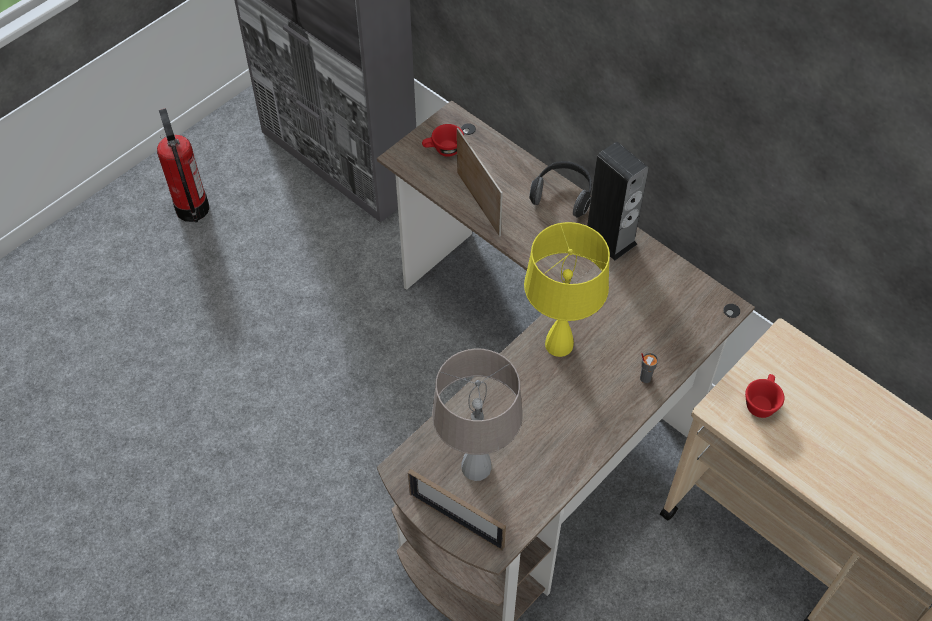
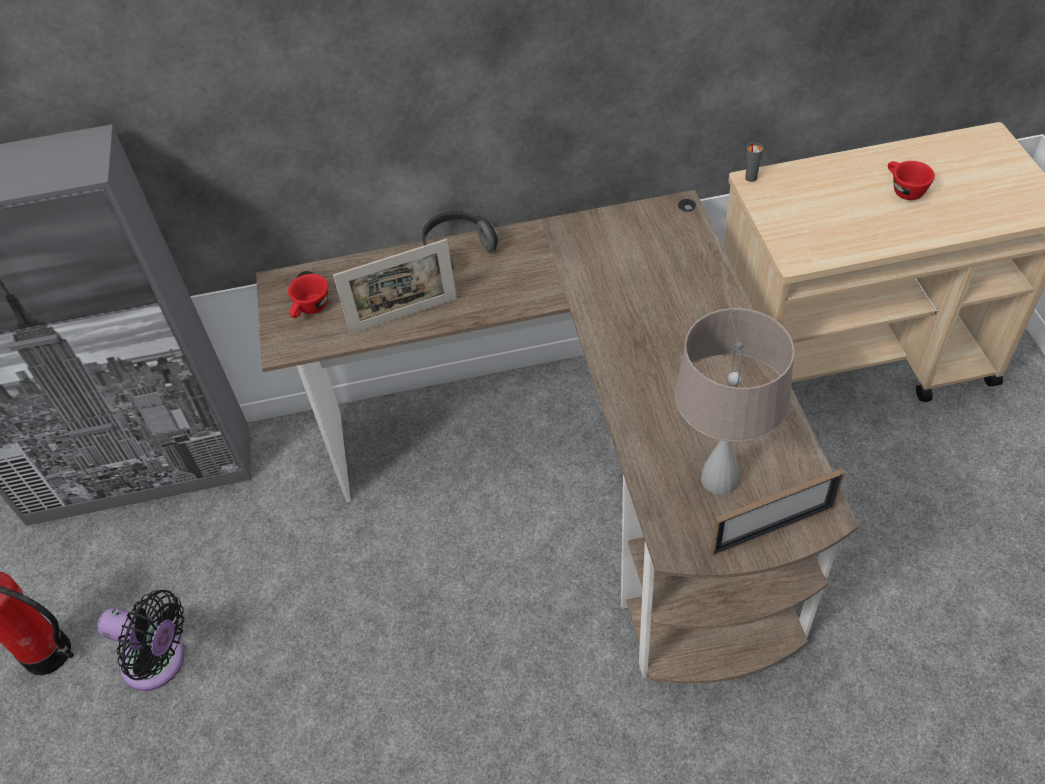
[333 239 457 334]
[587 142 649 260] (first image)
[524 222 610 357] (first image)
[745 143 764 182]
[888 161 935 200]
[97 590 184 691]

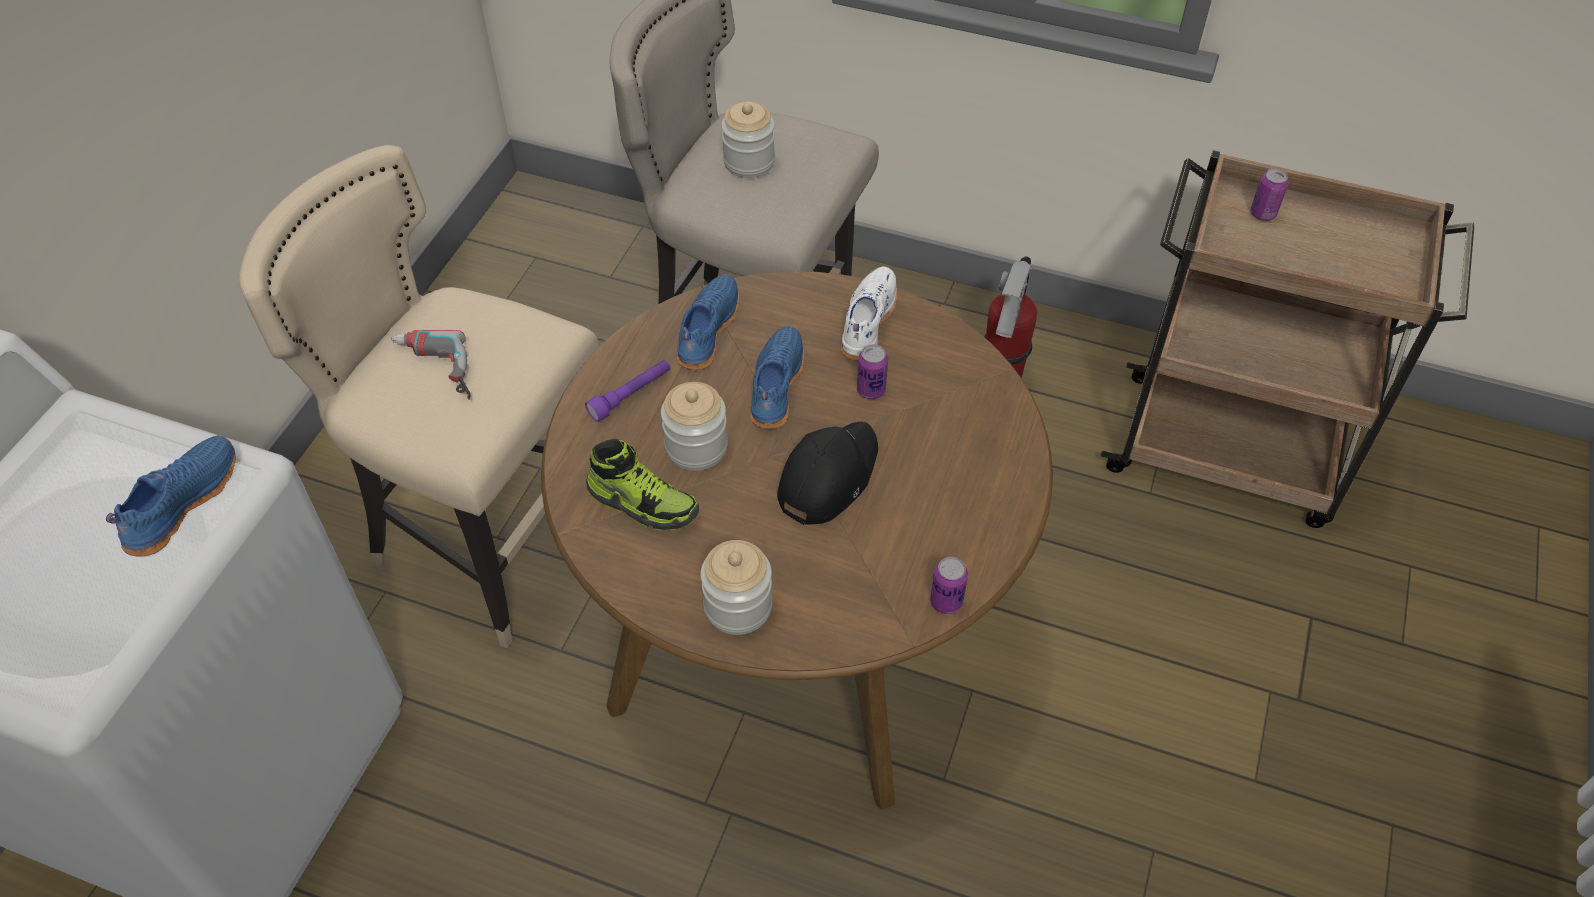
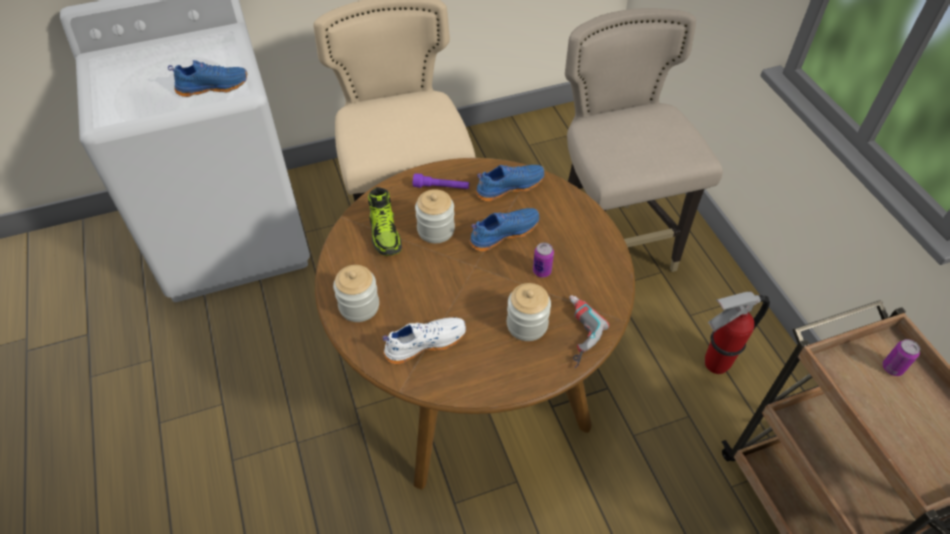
[507 283 551 341]
[382 317 466 364]
[569 295 609 368]
[777 421 878 525] (first image)
[930 557 968 614] (first image)

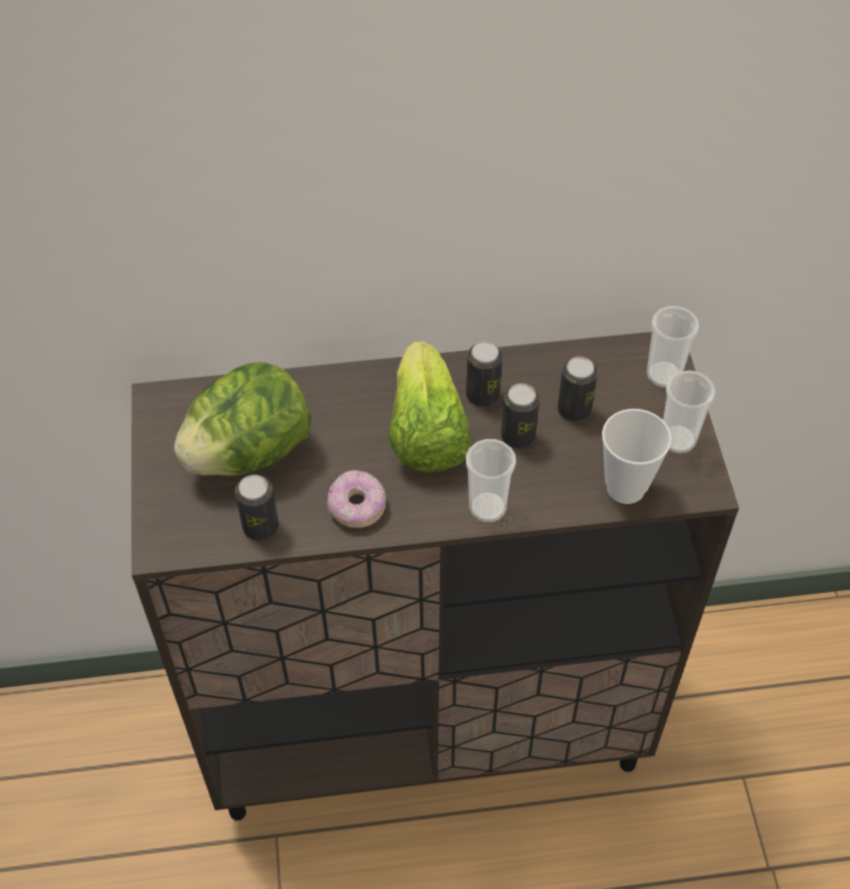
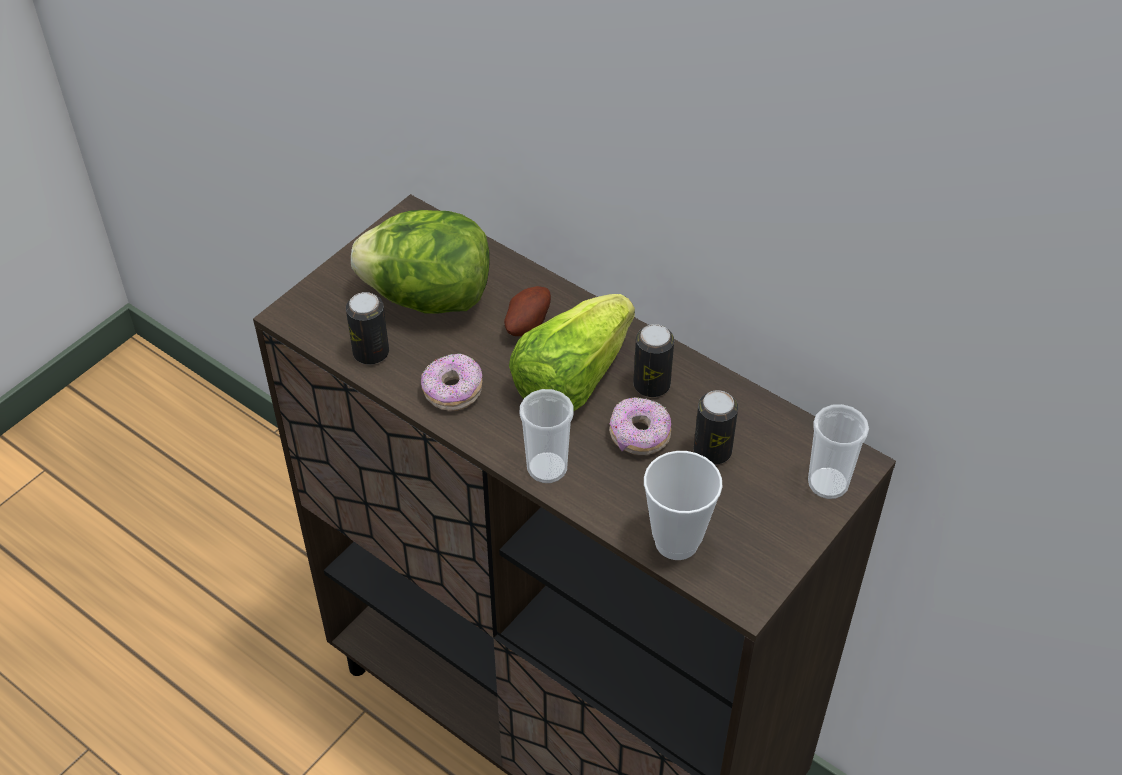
[663 370 715 453] (first image)
[609 397 671 455]
[504 286 551 336]

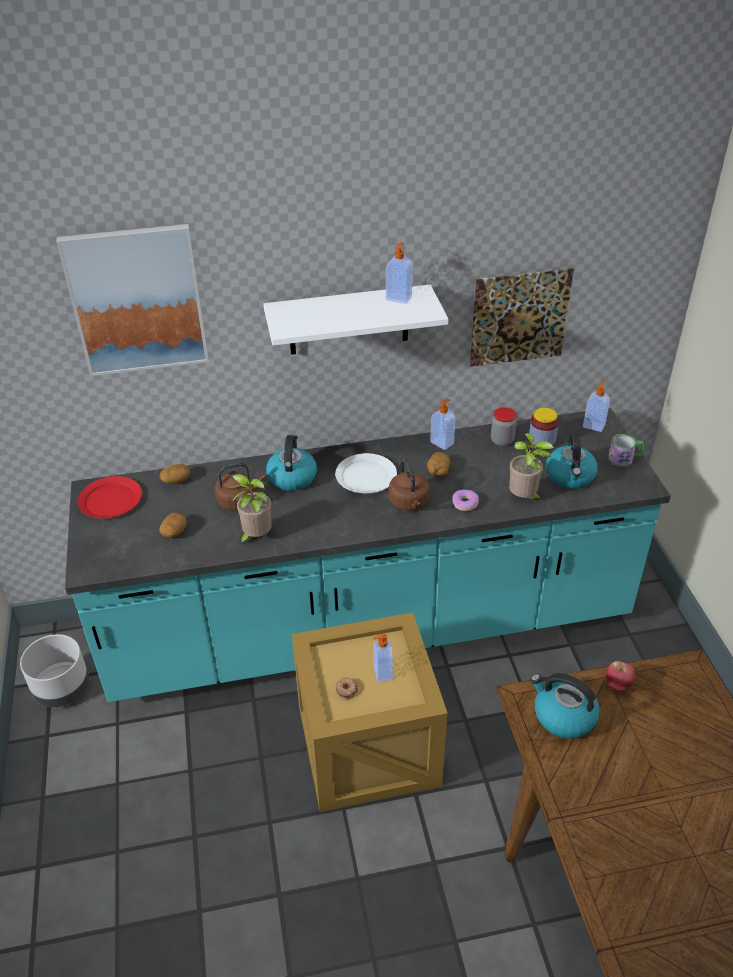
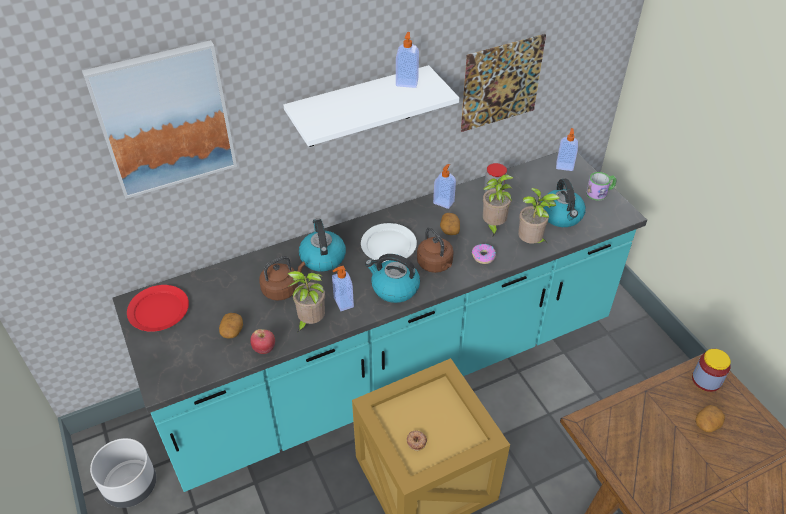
[692 349 731 392]
[695 405 725 433]
[332 266 354 311]
[250 329 275 354]
[365 254 420 303]
[483 174 513 238]

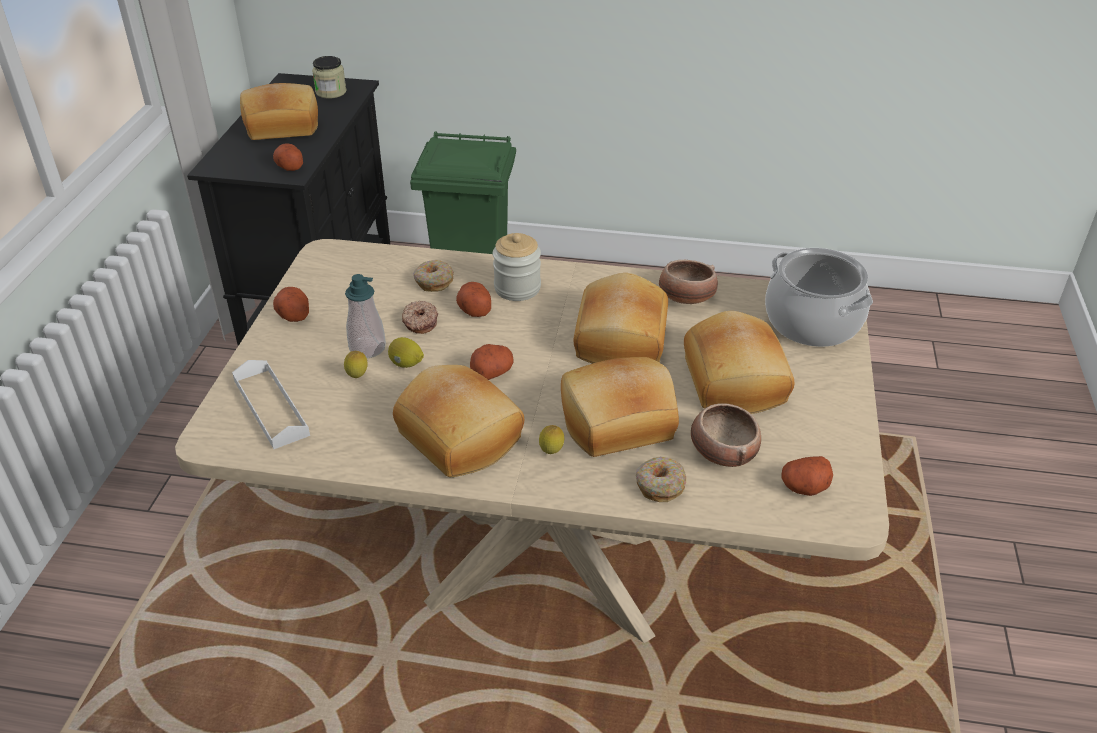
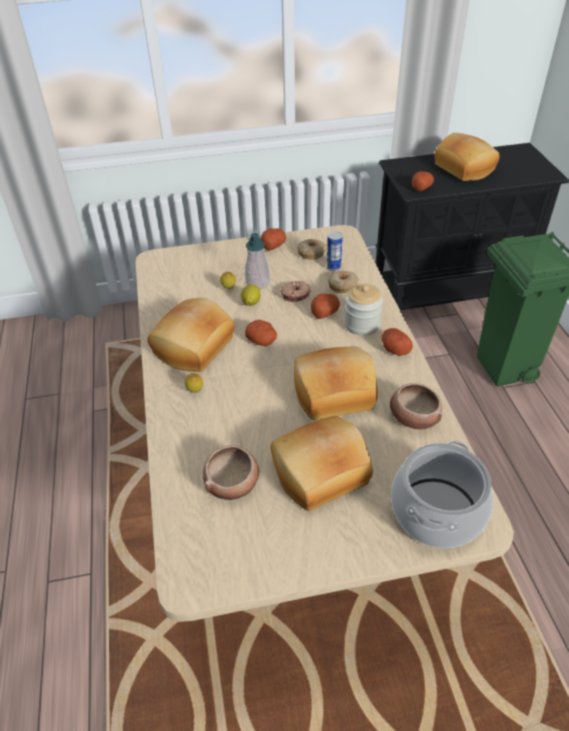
[312 56 346 99] (first image)
[561 357 679 457] (first image)
[232 360 310 449] (first image)
[382 328 413 356]
[297 239 326 260]
[327 231 343 271]

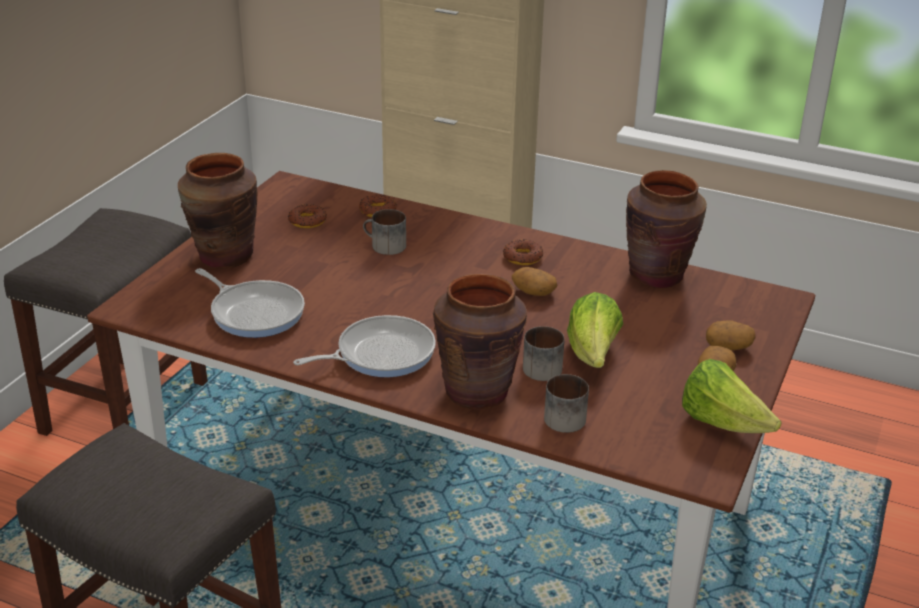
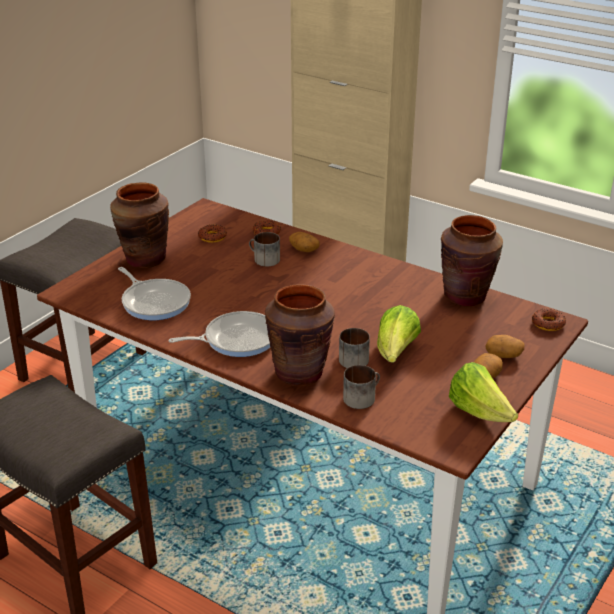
[532 309 566 331]
[289 232 320 252]

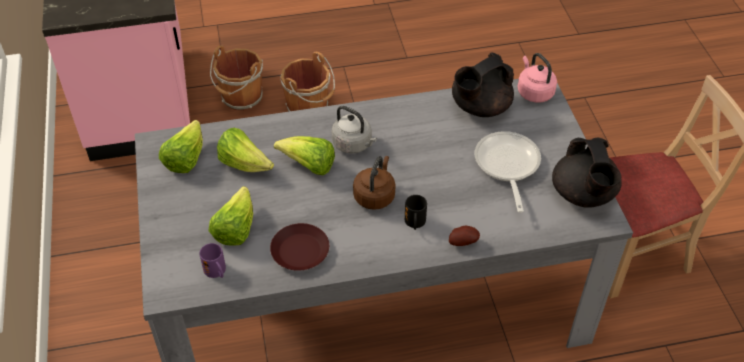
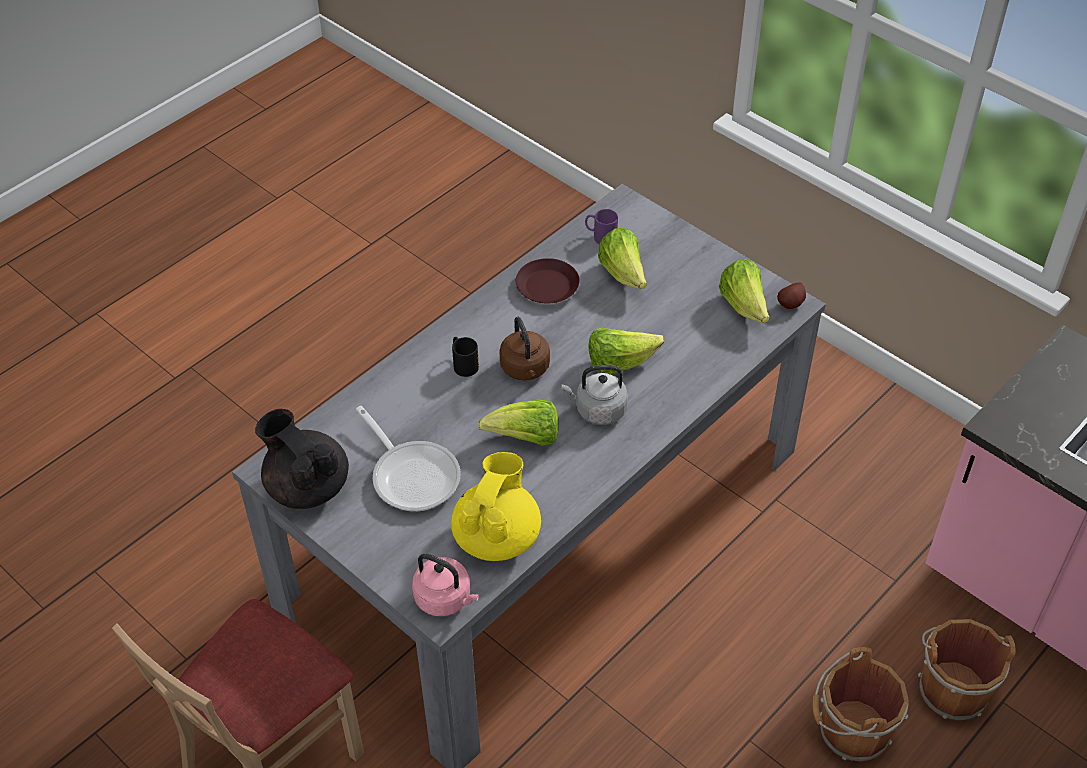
[451 452 541 561]
[478 399 558 446]
[777 283 806 309]

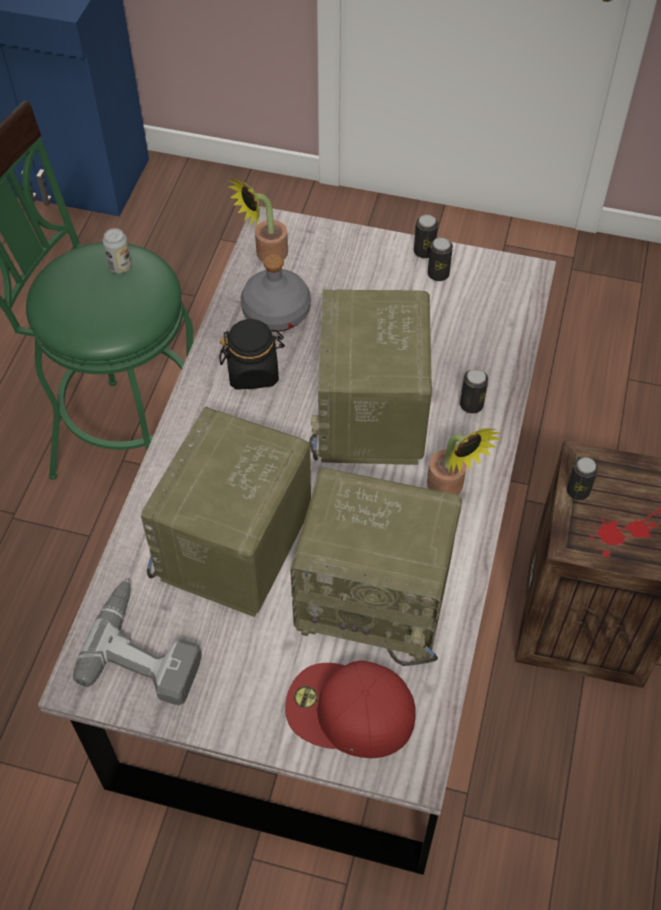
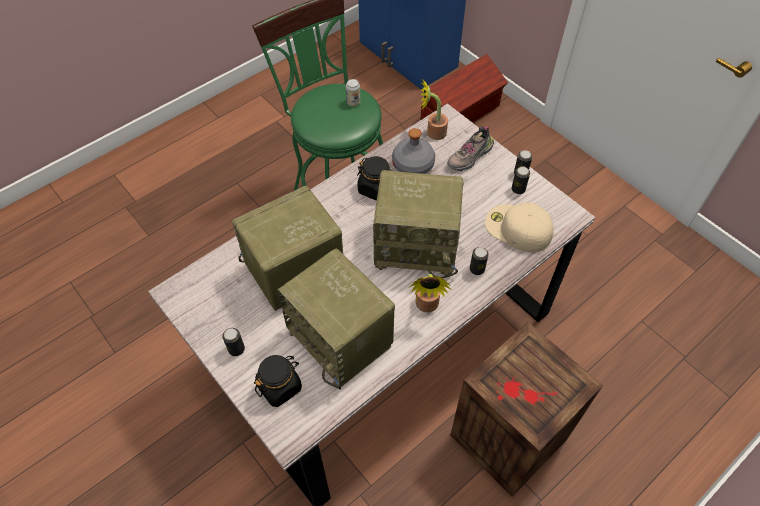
[373 170 464 278]
[222 328 245 356]
[73 580 202 705] (first image)
[254 355 302 407]
[421 54 508 123]
[447 126 494 171]
[485 202 554 253]

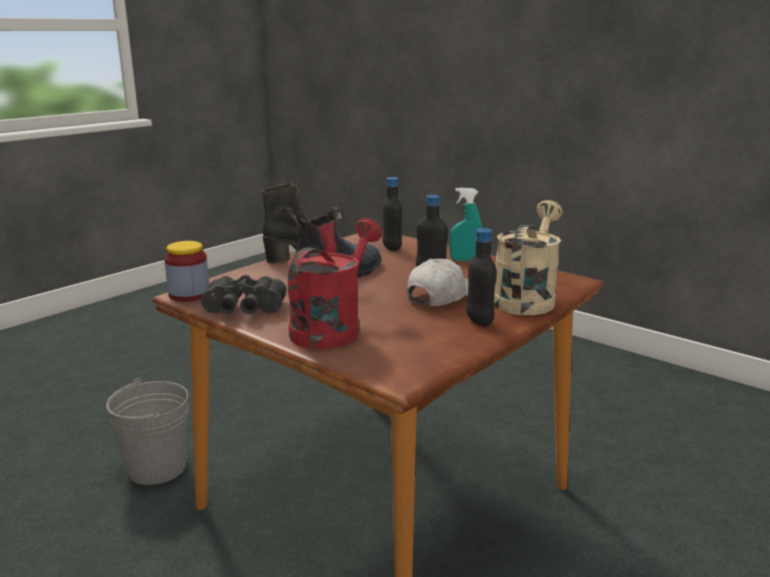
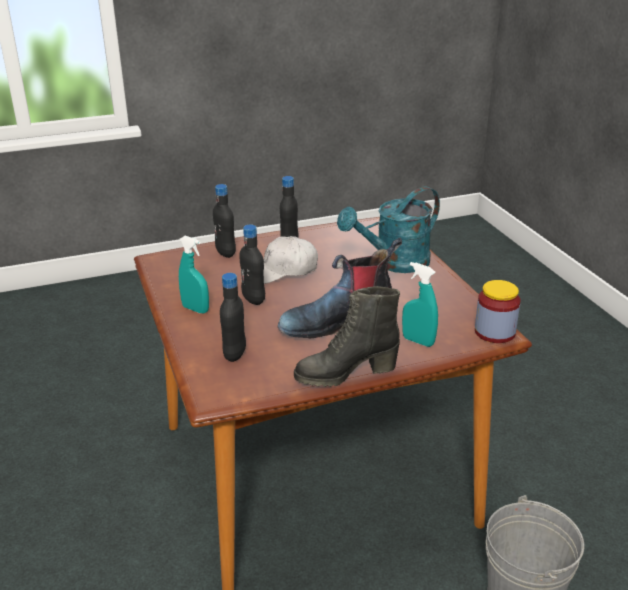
[213 184 236 258]
[337 187 440 273]
[201 275 287 314] (first image)
[402 262 438 347]

